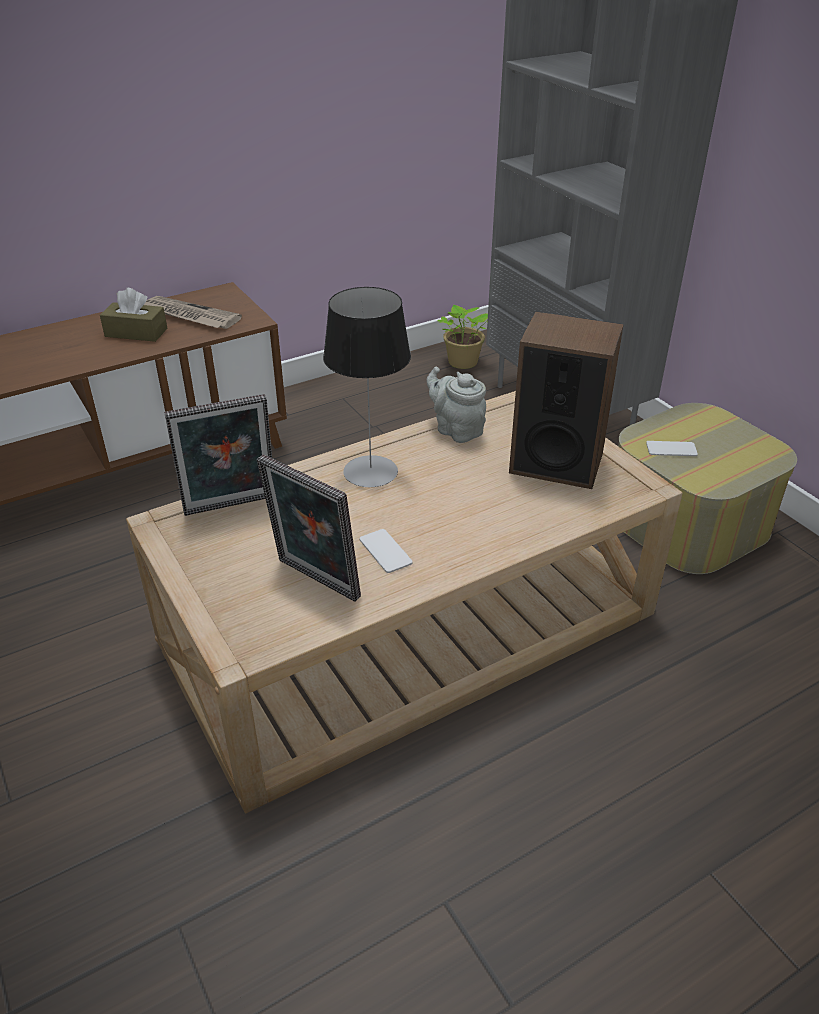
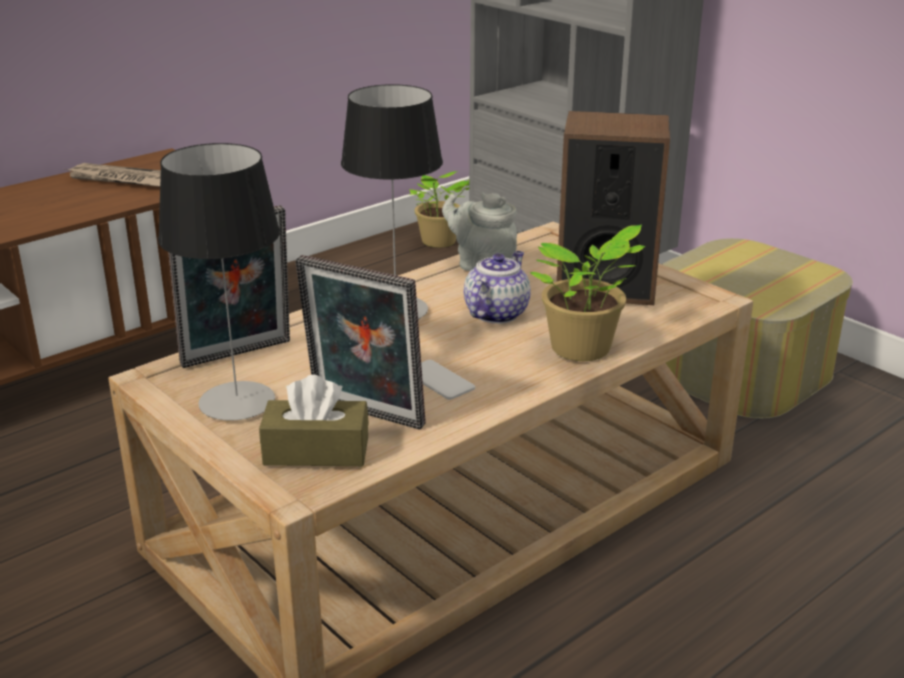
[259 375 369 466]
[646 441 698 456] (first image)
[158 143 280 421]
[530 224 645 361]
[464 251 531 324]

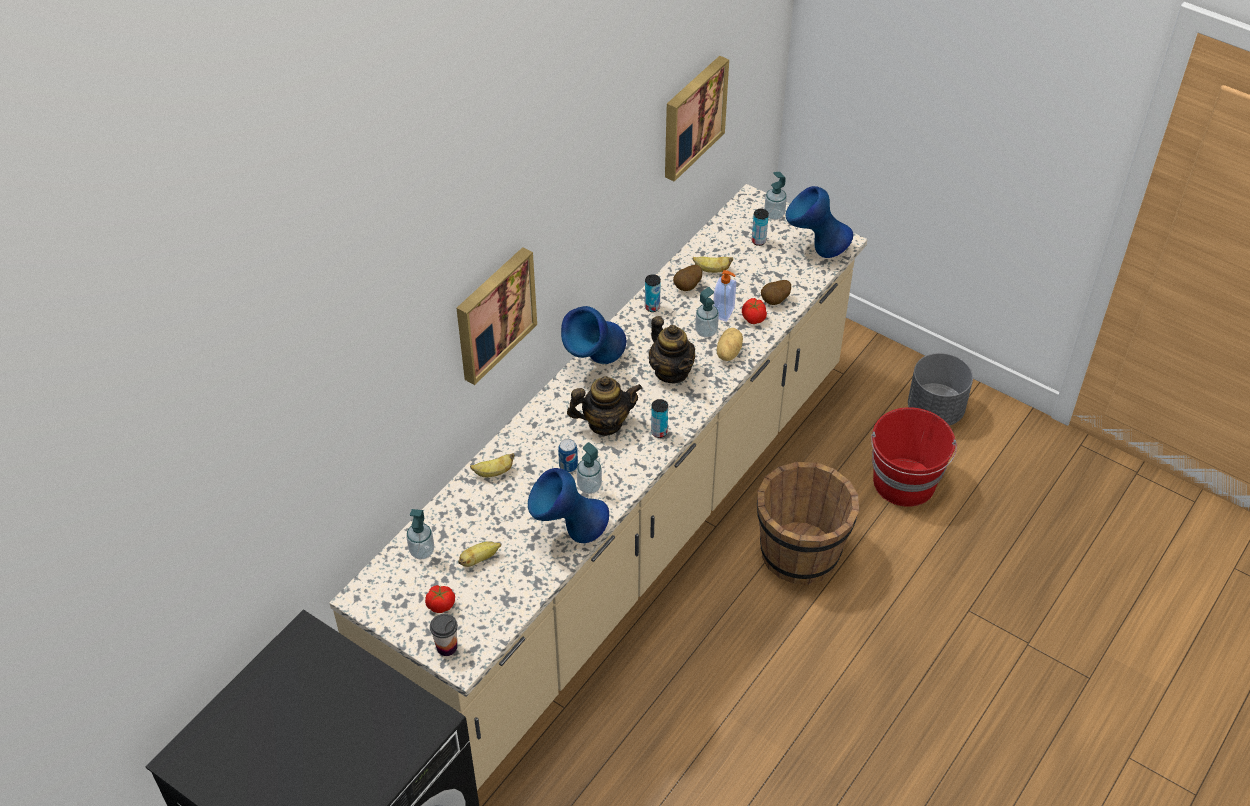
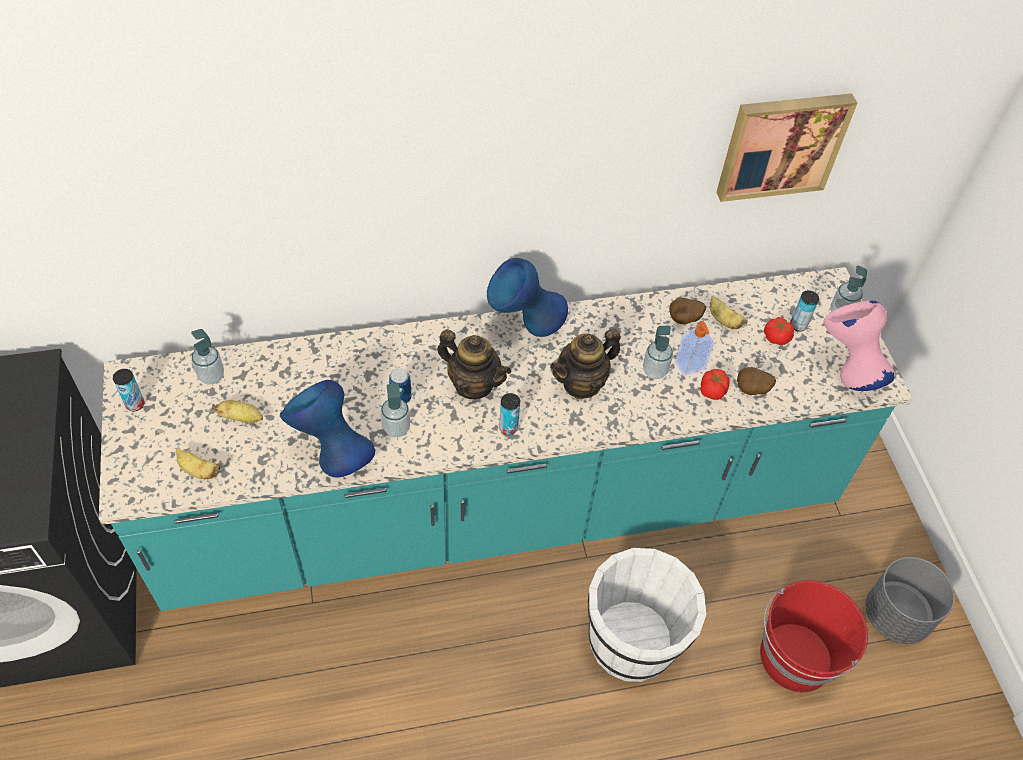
[99 267 913 611]
[823 300 895 391]
[456 247 537 385] (first image)
[113 369 144 411]
[550 329 621 399]
[717 328 743 361] (first image)
[176 448 220 479]
[588 548 706 682]
[764 317 794 345]
[430 614 458 656] (first image)

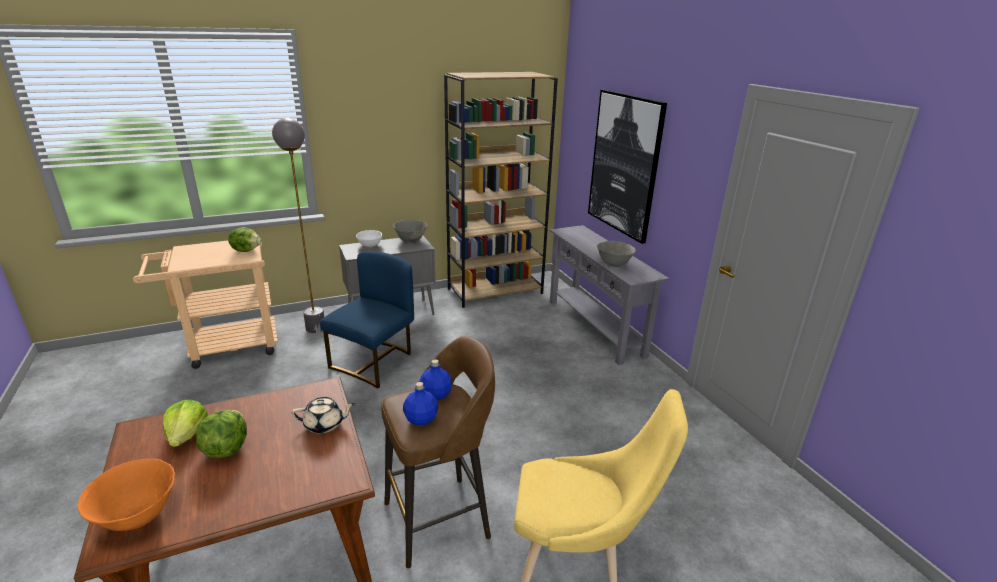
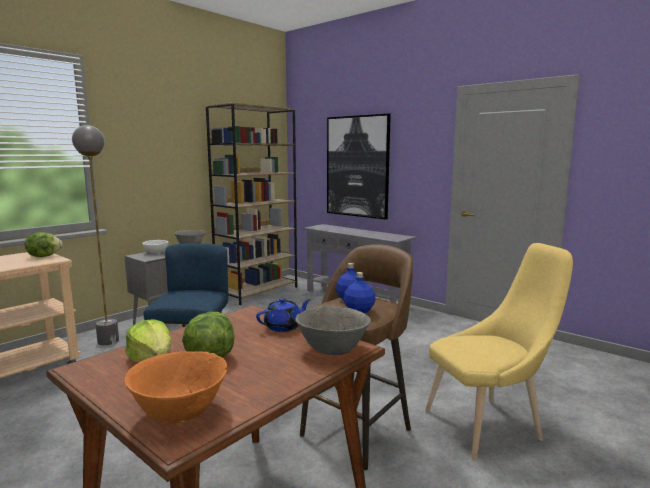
[295 306 371 355]
[256 298 311 332]

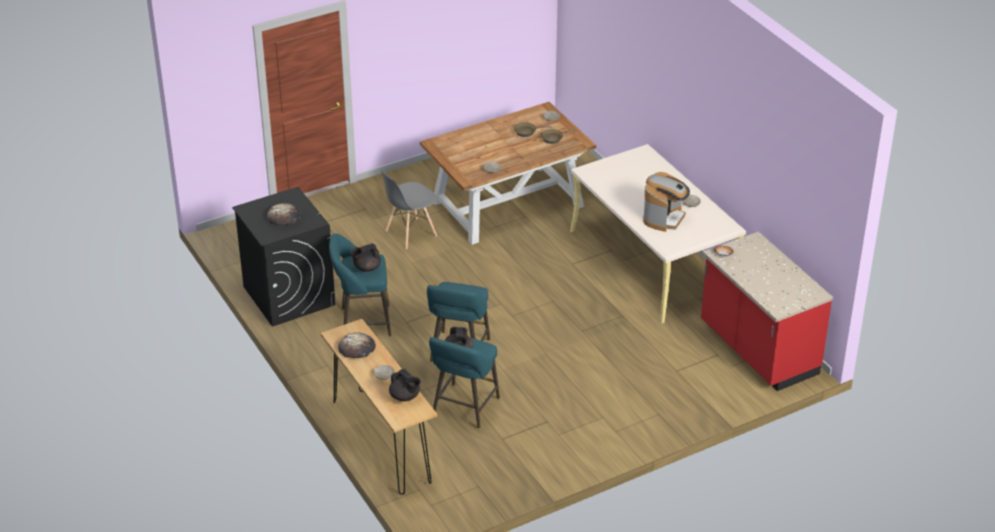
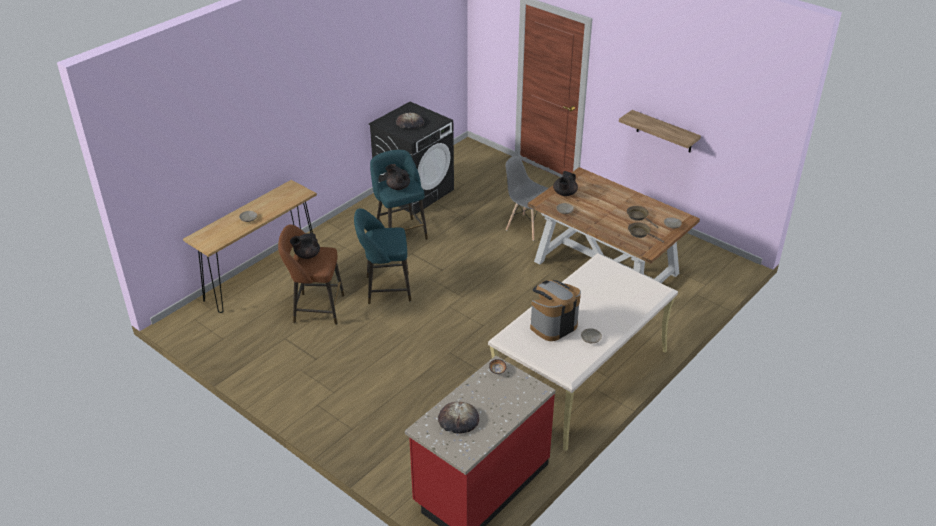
[530 280 581 341]
[438 402 479 434]
[278 225 345 325]
[553 171 578 196]
[619 110 701 152]

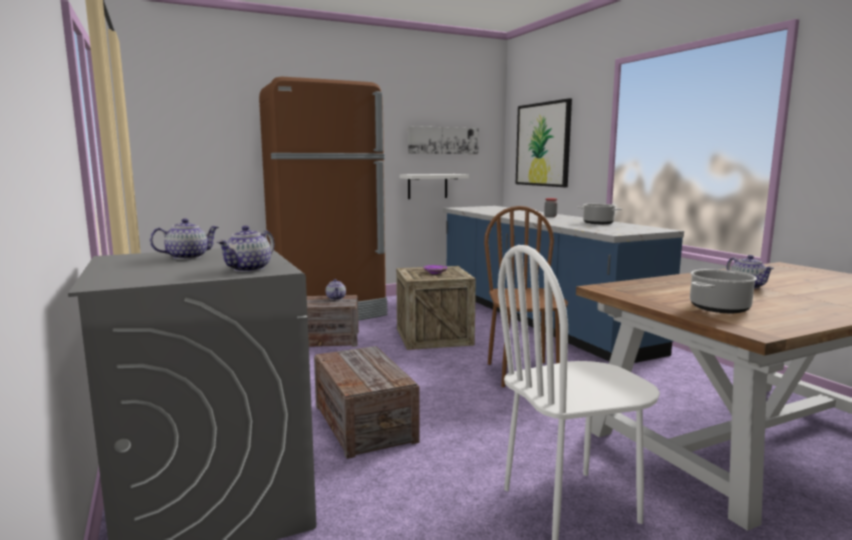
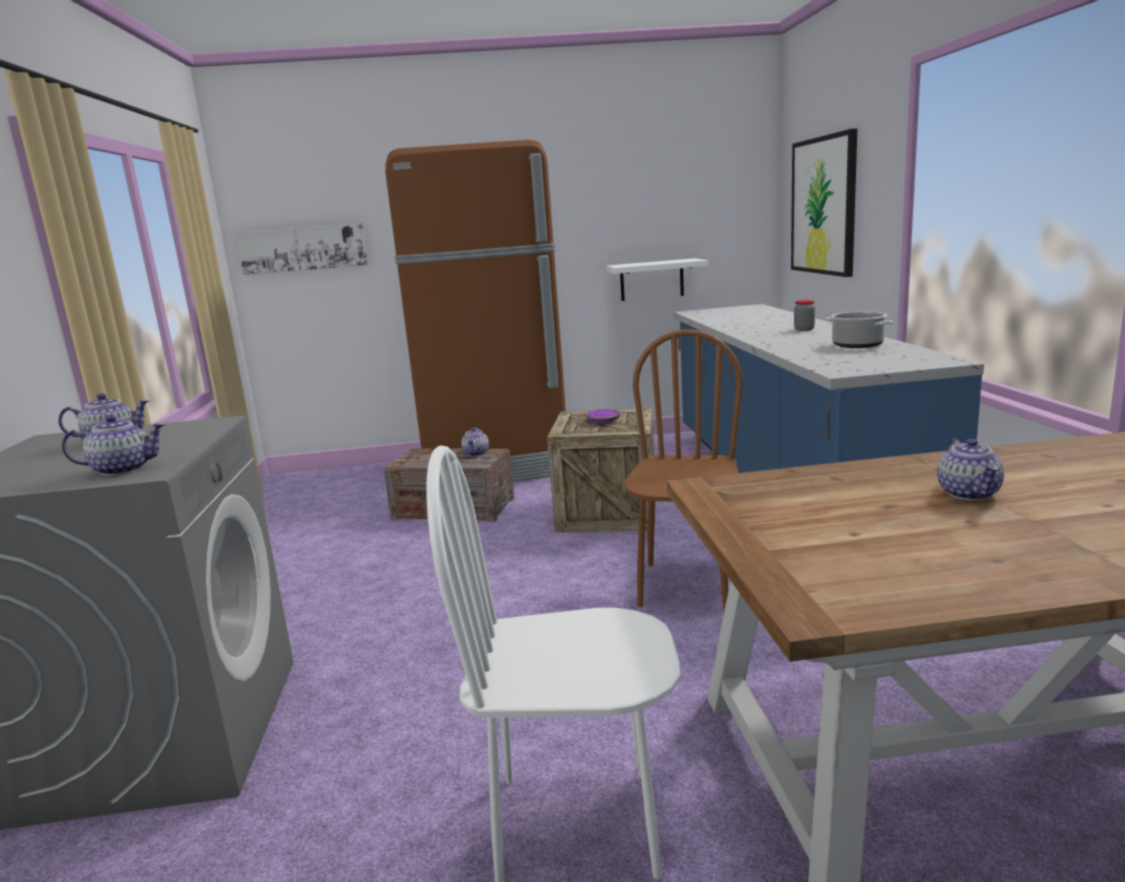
[236 223 368 275]
[62 415 165 476]
[690 269 757 313] (first image)
[314 346 420 459] (first image)

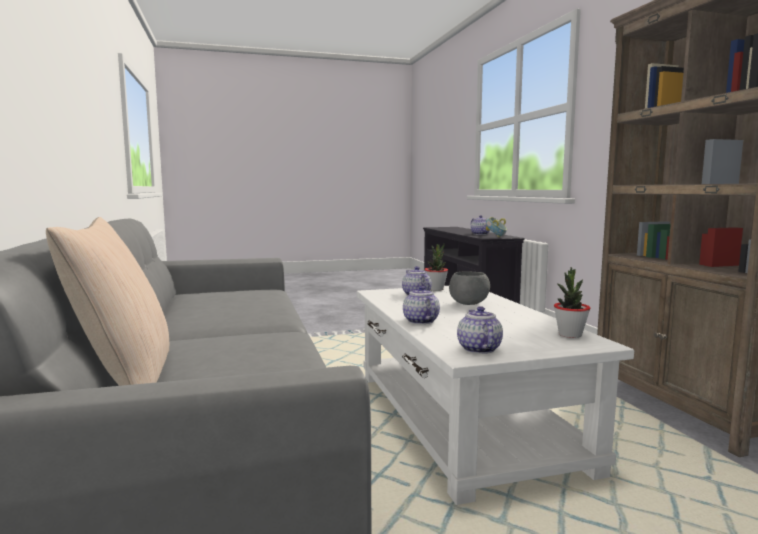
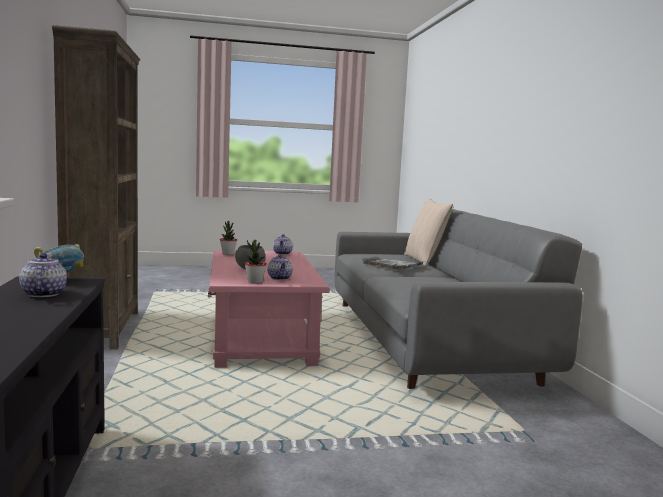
[208 250 329 368]
[403 286 440 324] (first image)
[362 257 423 270]

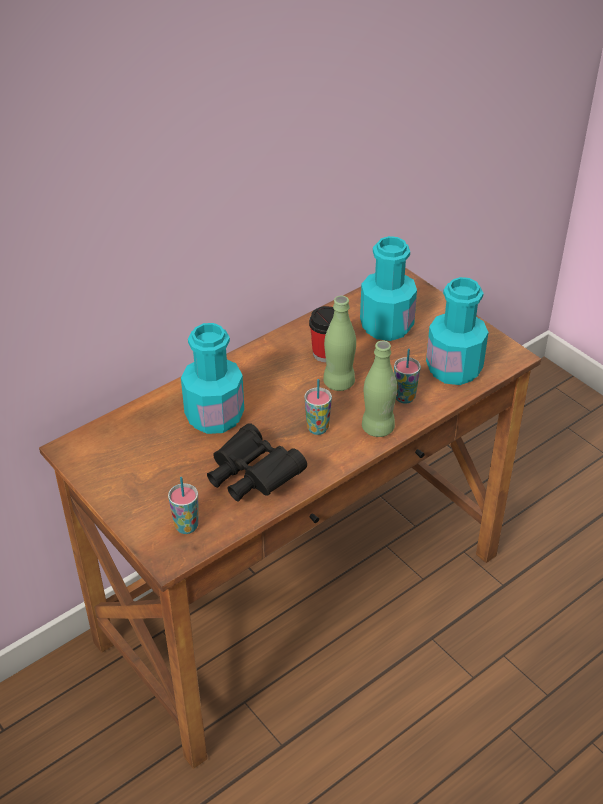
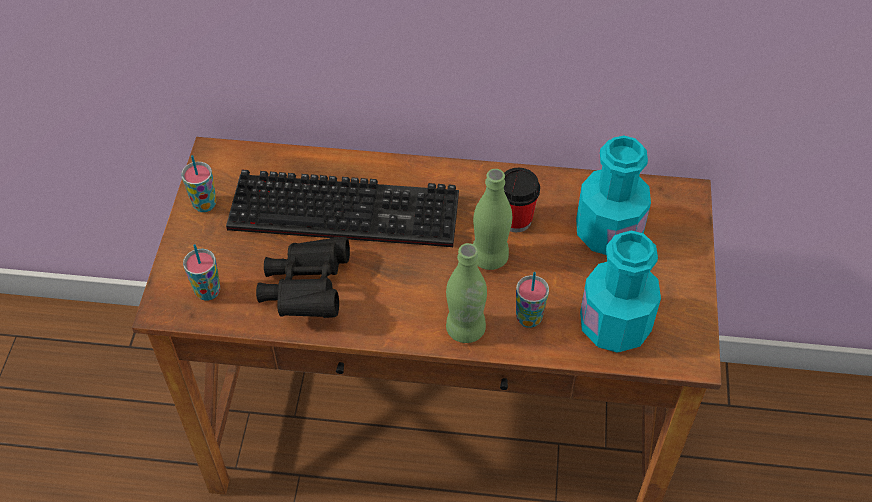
[226 170 459 247]
[181 155 217 212]

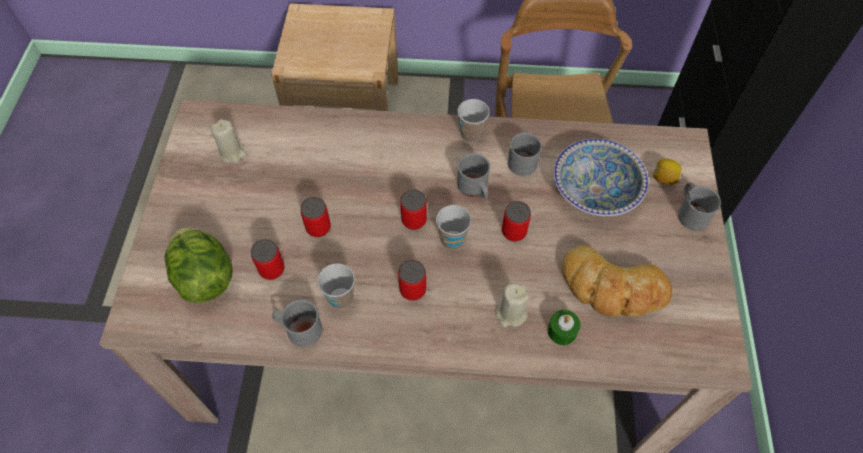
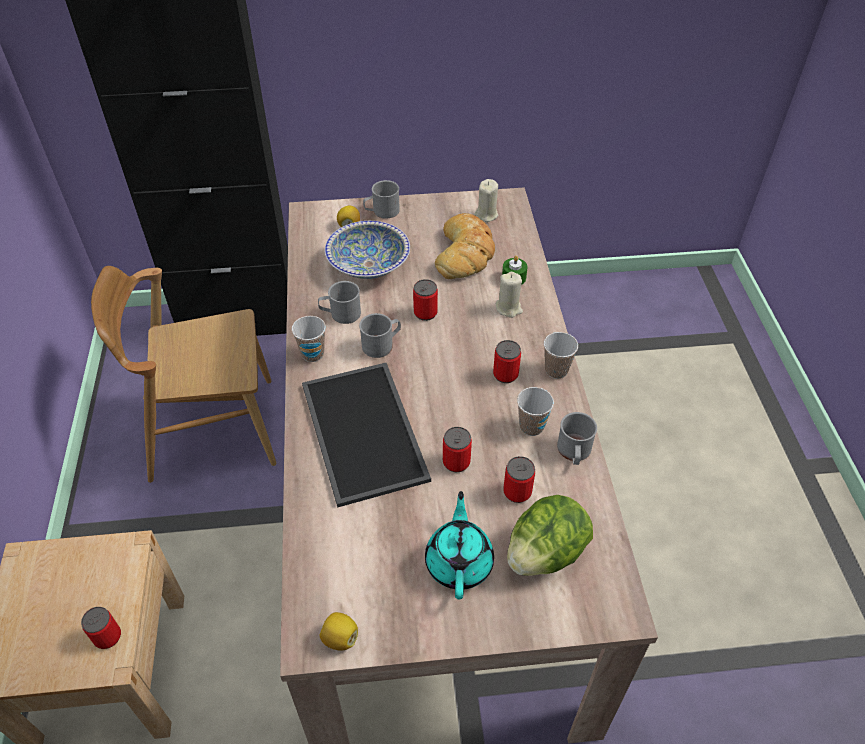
[474 179 498 222]
[81 607 121 649]
[544 332 578 379]
[302 363 431 508]
[425 491 494 599]
[319 612 358 651]

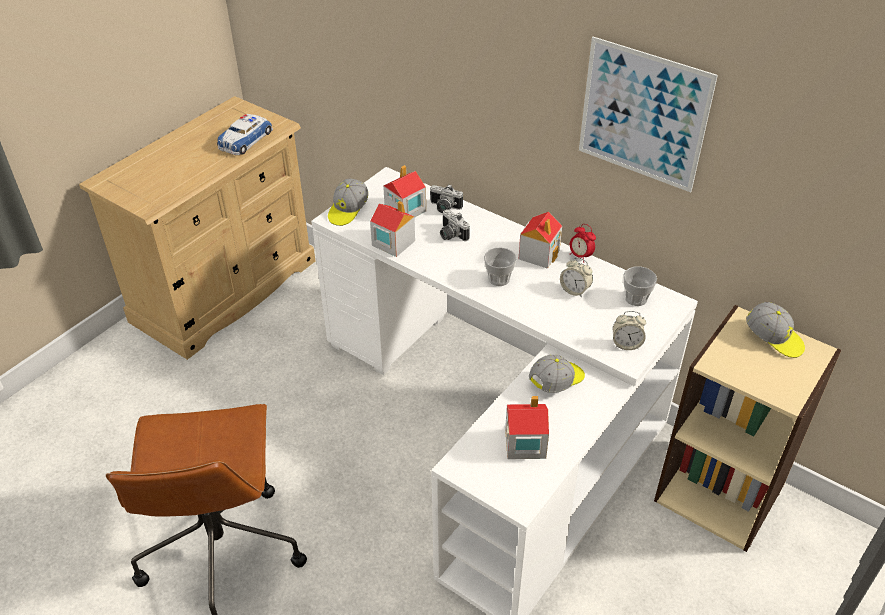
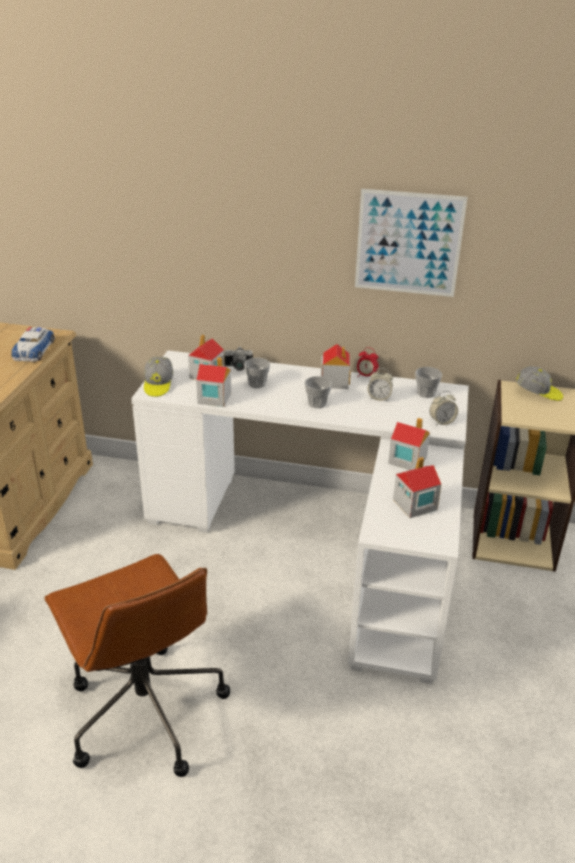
[244 358 270 388]
[388 418 430 470]

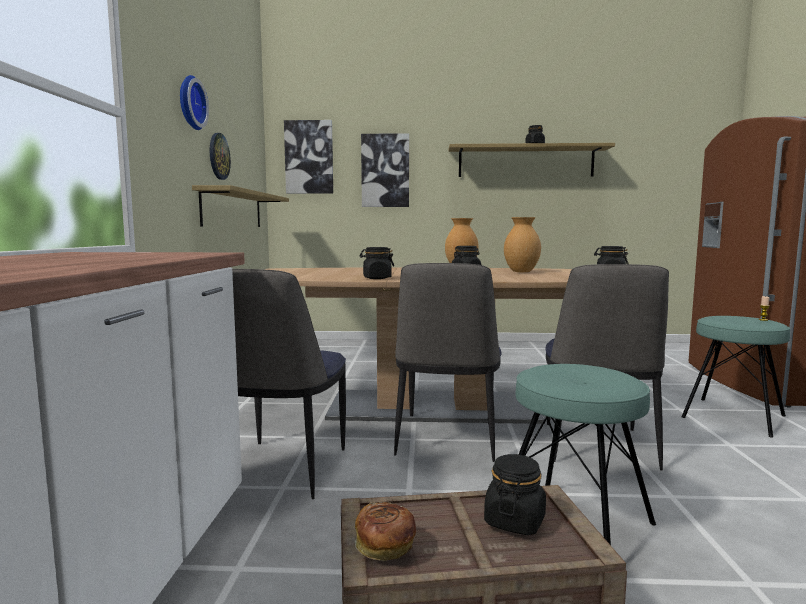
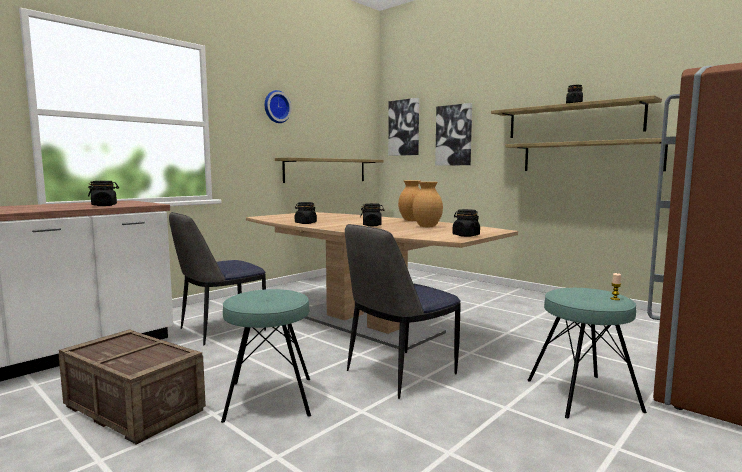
[210 133 231 180] (first image)
[394 263 502 462] (first image)
[88 181 119 206]
[355 502 416 561] (first image)
[506 138 668 171]

